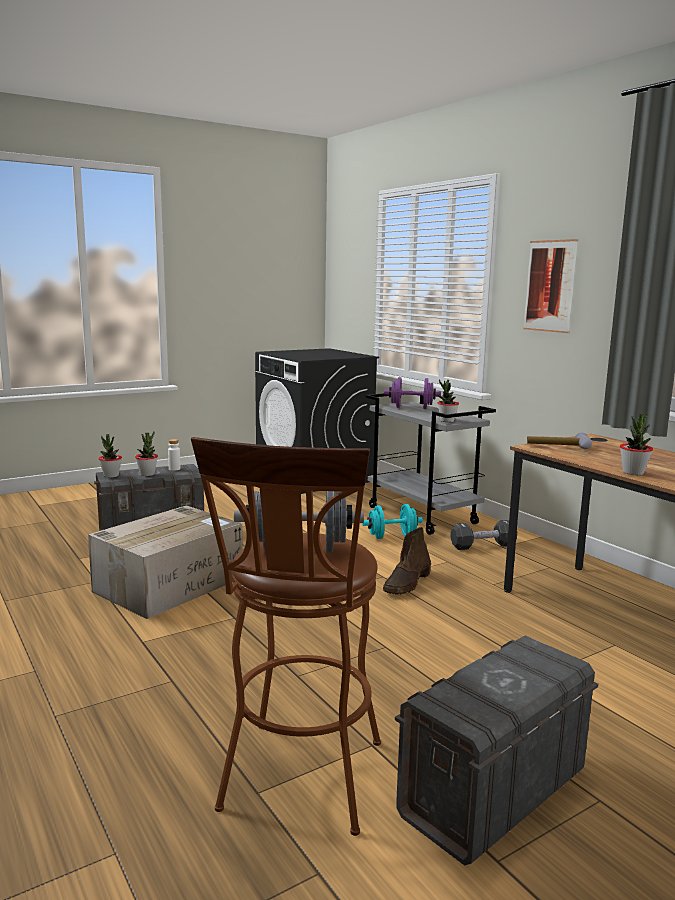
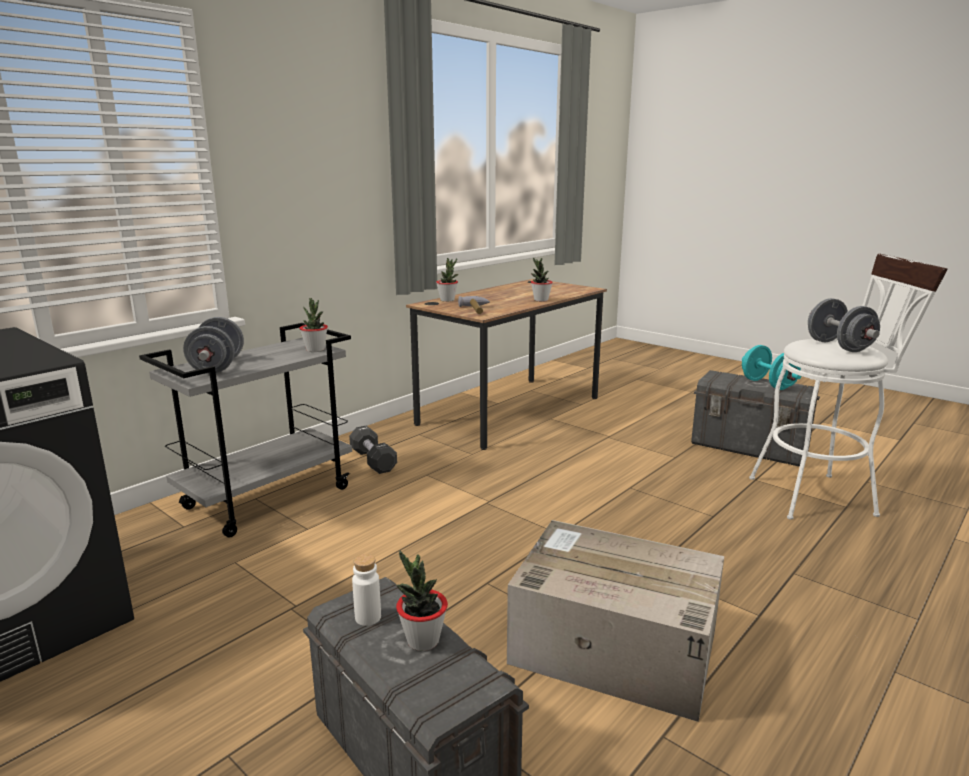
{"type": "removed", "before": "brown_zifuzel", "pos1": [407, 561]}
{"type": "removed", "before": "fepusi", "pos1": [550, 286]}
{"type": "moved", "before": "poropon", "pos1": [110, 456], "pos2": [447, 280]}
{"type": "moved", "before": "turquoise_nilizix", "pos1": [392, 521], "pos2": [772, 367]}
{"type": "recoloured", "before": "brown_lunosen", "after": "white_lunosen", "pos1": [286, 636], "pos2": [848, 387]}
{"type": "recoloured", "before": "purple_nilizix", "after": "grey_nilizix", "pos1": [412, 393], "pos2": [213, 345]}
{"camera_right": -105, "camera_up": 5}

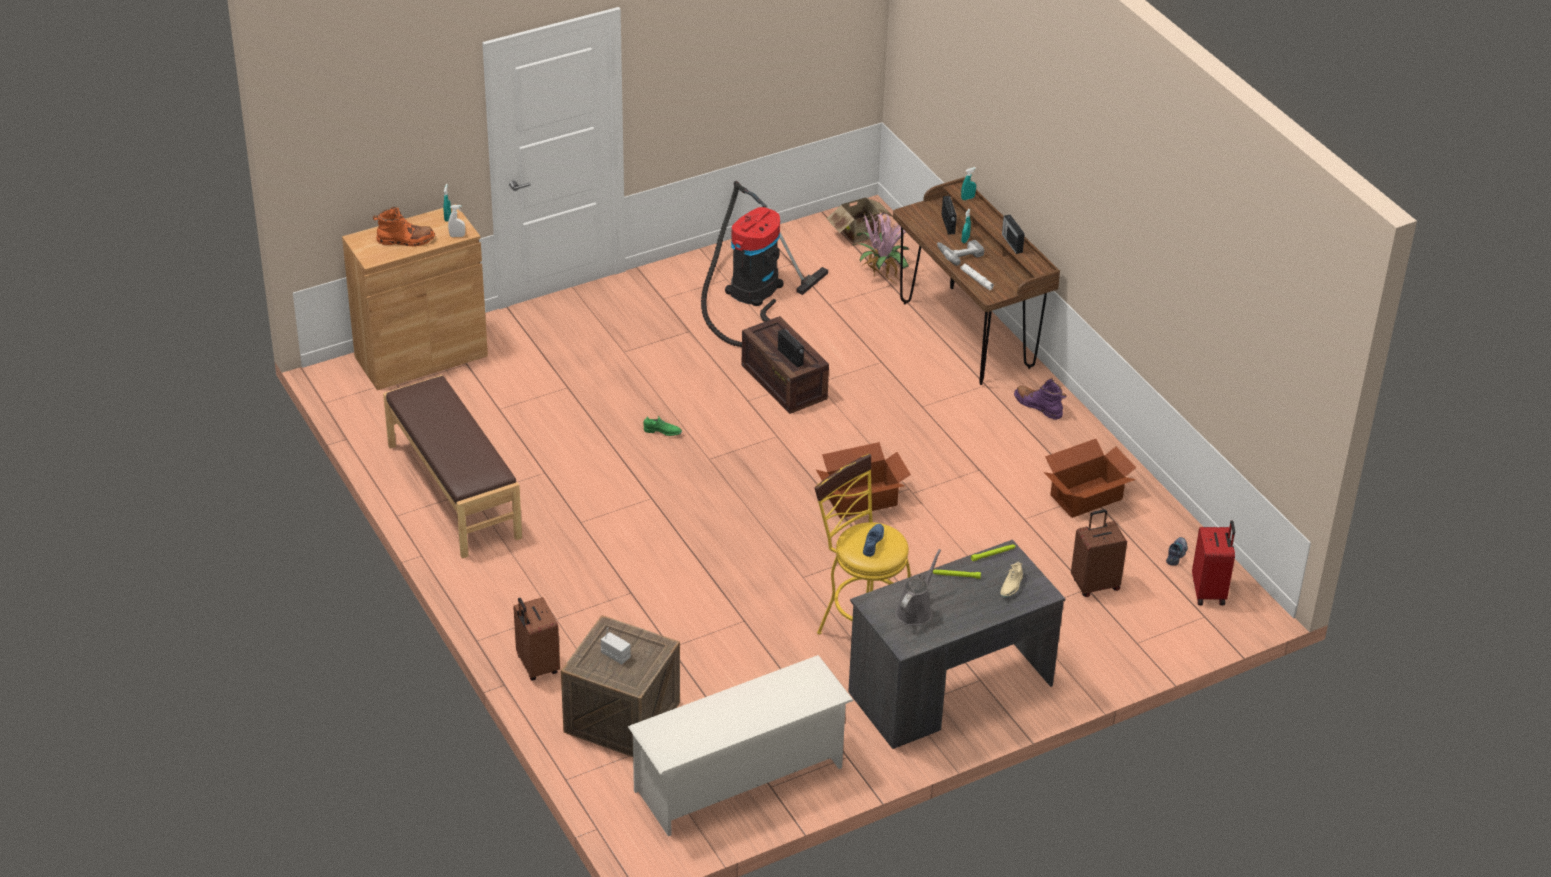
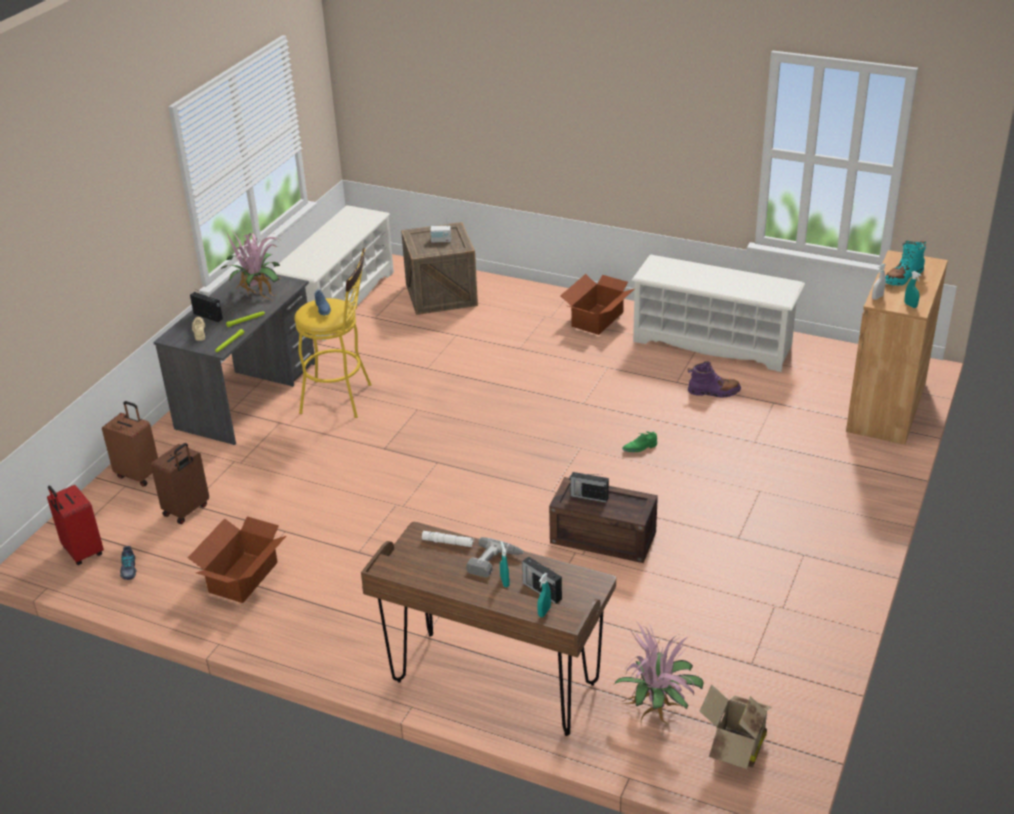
{"type": "removed", "before": "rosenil", "pos1": [764, 264]}
{"type": "moved", "before": "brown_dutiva", "pos1": [536, 638], "pos2": [130, 444]}
{"type": "moved", "before": "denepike", "pos1": [863, 480], "pos2": [597, 304]}
{"type": "moved", "before": "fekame", "pos1": [1013, 234], "pos2": [206, 306]}
{"type": "moved", "before": "purple_zifuzel", "pos1": [1040, 398], "pos2": [714, 379]}
{"type": "replaced", "before": "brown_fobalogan", "after": "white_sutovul", "pos1": [452, 467], "pos2": [718, 313]}
{"type": "replaced", "before": "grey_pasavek", "after": "poropon", "pos1": [918, 587], "pos2": [250, 266]}
{"type": "recoloured", "before": "orange_zifuzel", "after": "turquoise_zifuzel", "pos1": [404, 227], "pos2": [905, 263]}
{"camera_right": 145, "camera_up": -5}

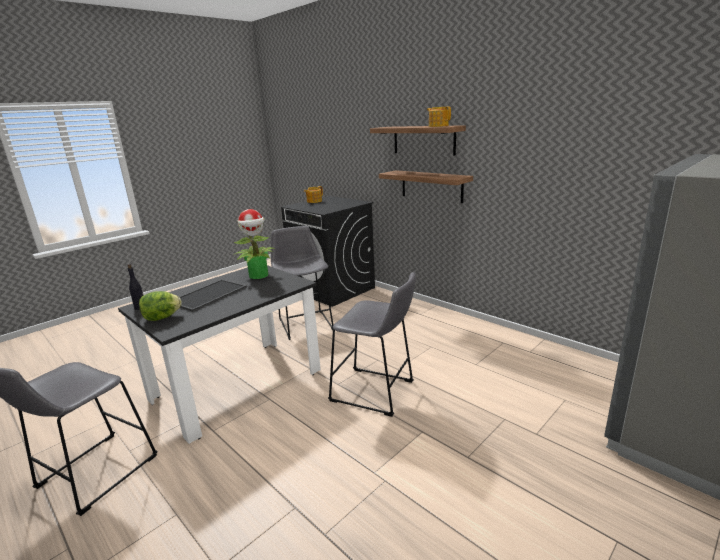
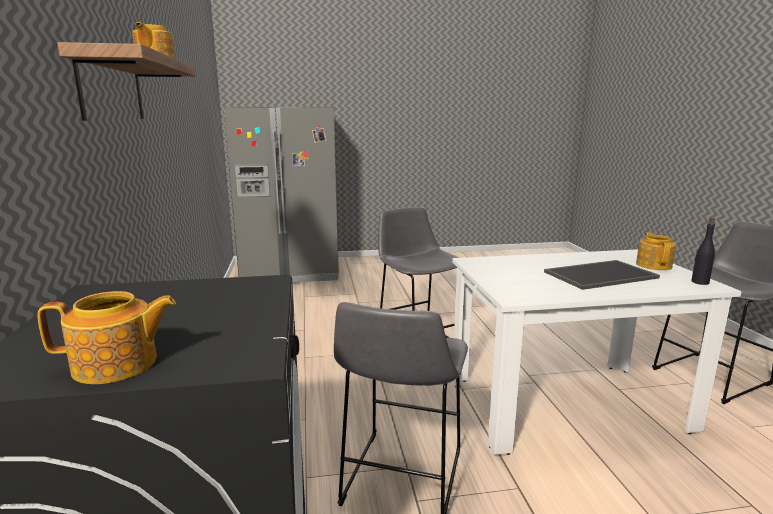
{"type": "removed", "before": "poropon", "pos1": [254, 244]}
{"type": "removed", "before": "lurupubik", "pos1": [426, 186]}
{"type": "replaced", "before": "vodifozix", "after": "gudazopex", "pos1": [160, 306], "pos2": [656, 251]}
{"type": "recoloured", "before": "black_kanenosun", "after": "white_kanenosun", "pos1": [219, 354], "pos2": [597, 352]}
{"camera_right": -145, "camera_up": -5}

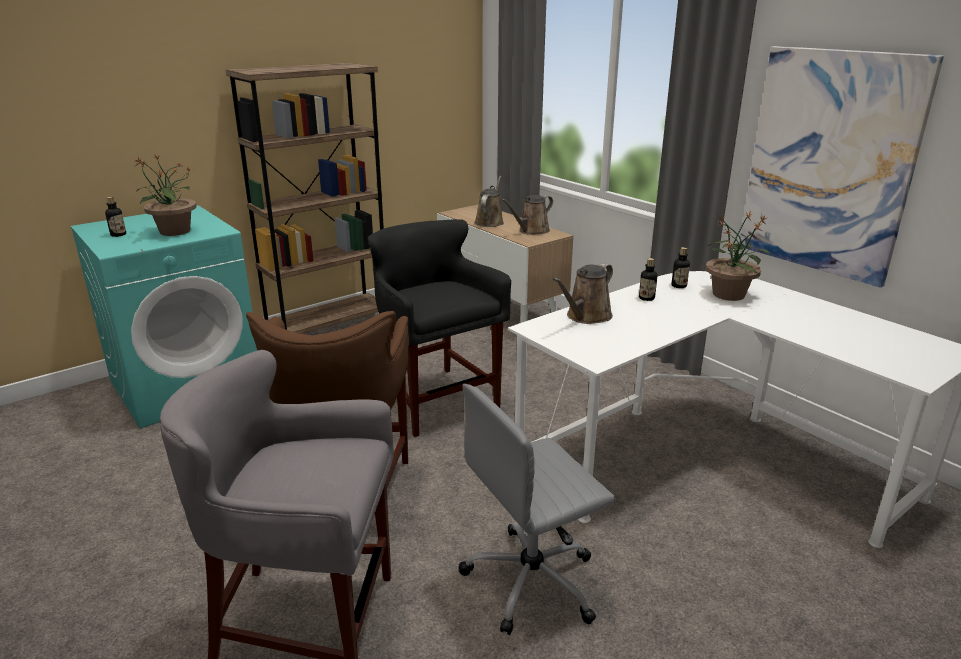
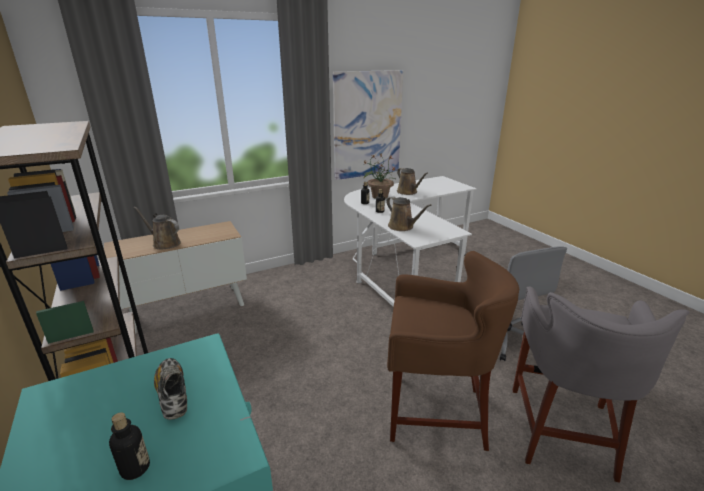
{"type": "removed", "before": "black_lunosen", "pos1": [439, 328]}
{"type": "moved", "before": "brown_pasavek", "pos1": [527, 215], "pos2": [412, 181]}
{"type": "replaced", "before": "poropon", "after": "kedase", "pos1": [166, 195], "pos2": [170, 389]}
{"camera_right": -80, "camera_up": 0}

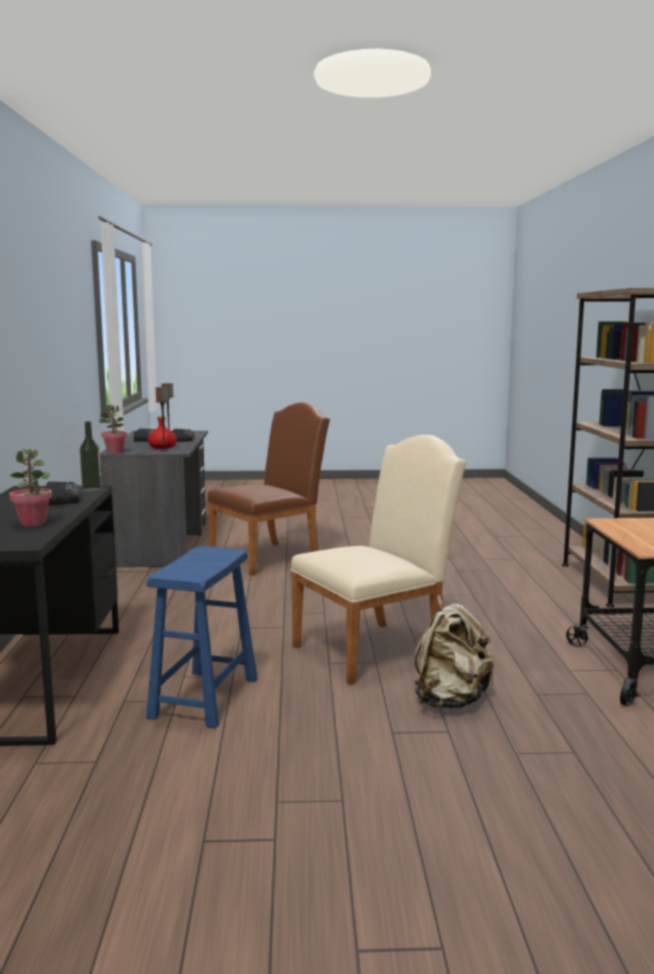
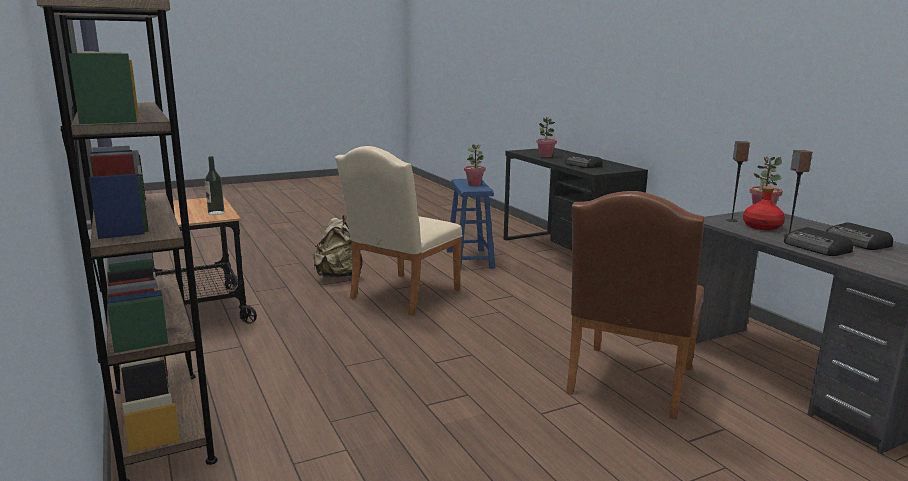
{"type": "added", "after": "poropon", "pos2": [474, 165]}
{"type": "moved", "before": "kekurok", "pos1": [91, 456], "pos2": [214, 185]}
{"camera_right": 155, "camera_up": 5}

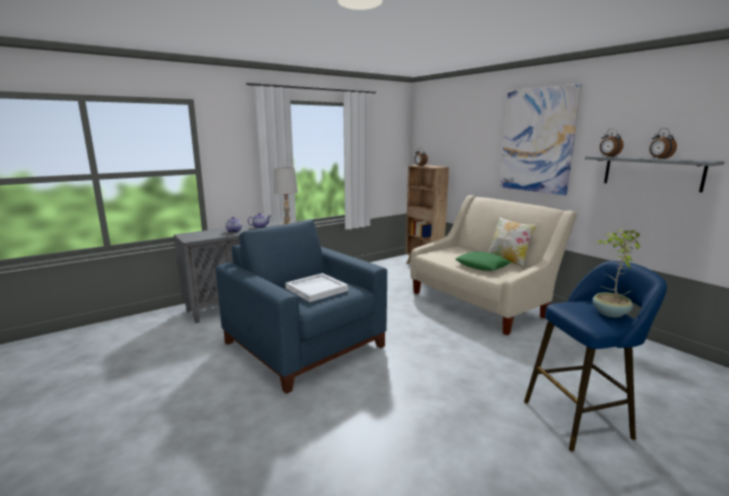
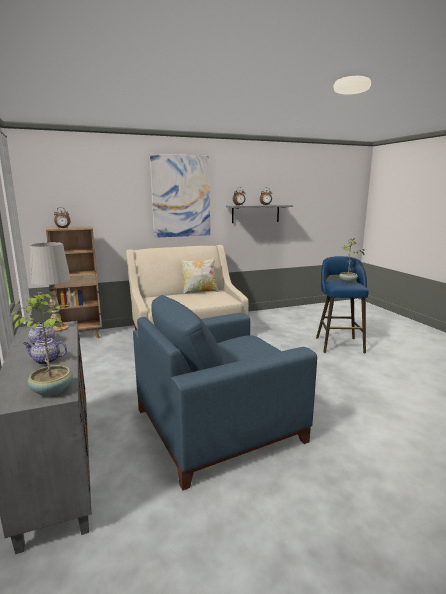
{"type": "removed", "before": "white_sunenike", "pos1": [316, 287]}
{"type": "removed", "before": "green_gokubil", "pos1": [483, 261]}
{"type": "added", "after": "poropon", "pos2": [41, 344]}
{"camera_right": -75, "camera_up": 0}

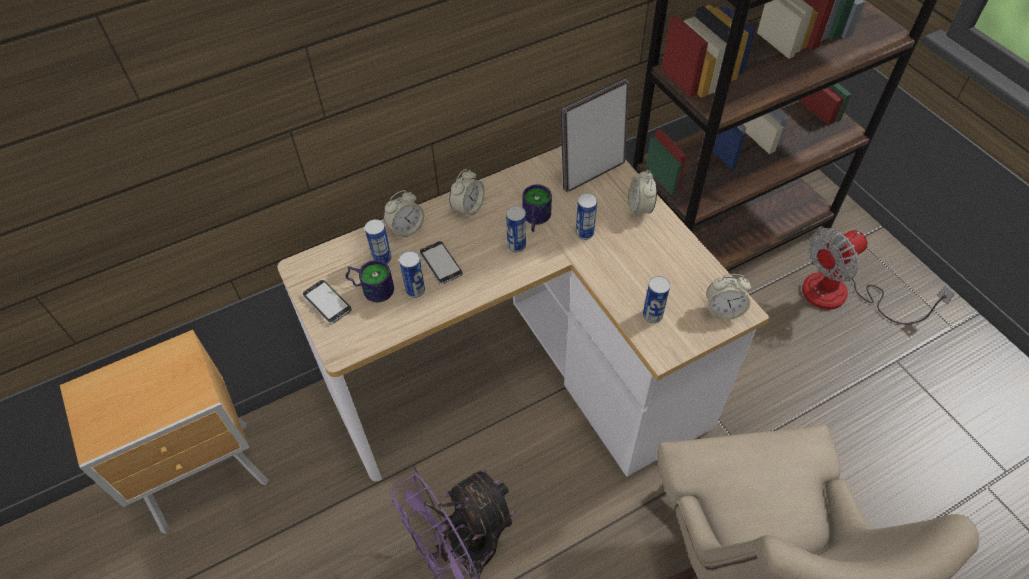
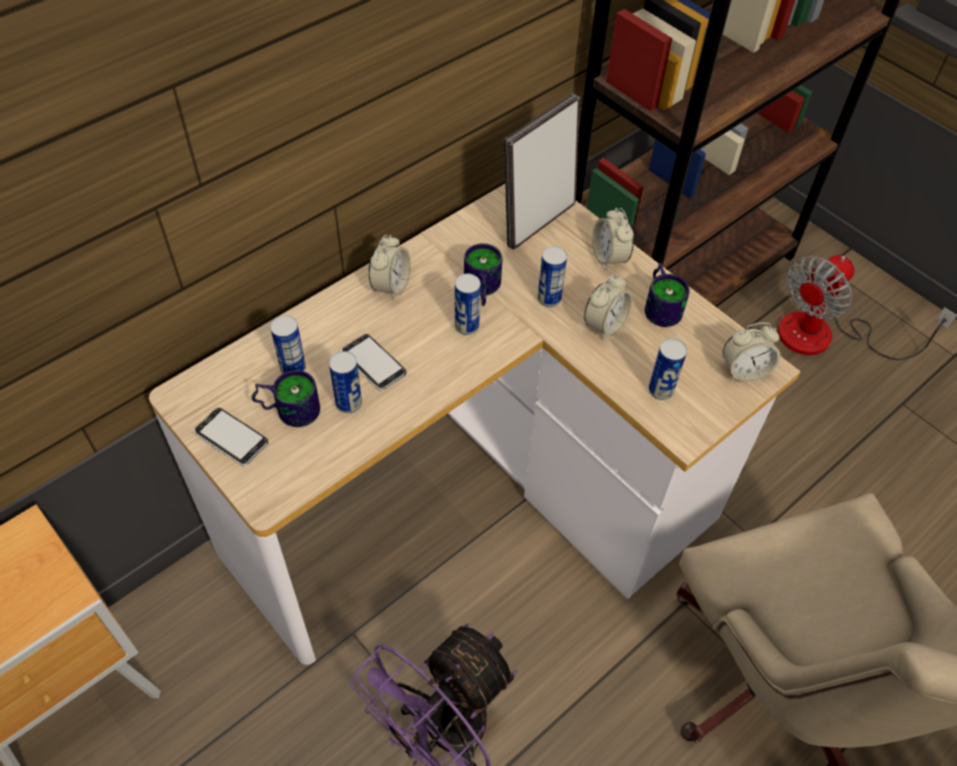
{"type": "added", "after": "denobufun", "pos2": [667, 295]}
{"type": "moved", "before": "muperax", "pos1": [404, 214], "pos2": [608, 307]}
{"camera_right": -15, "camera_up": 0}

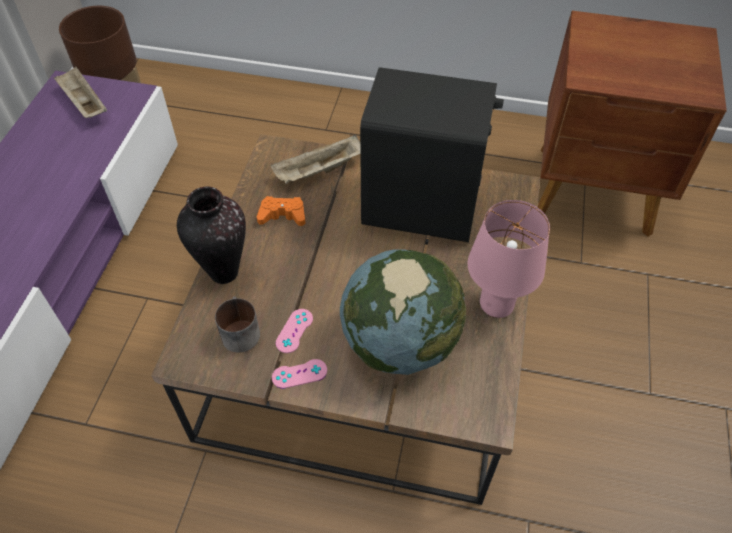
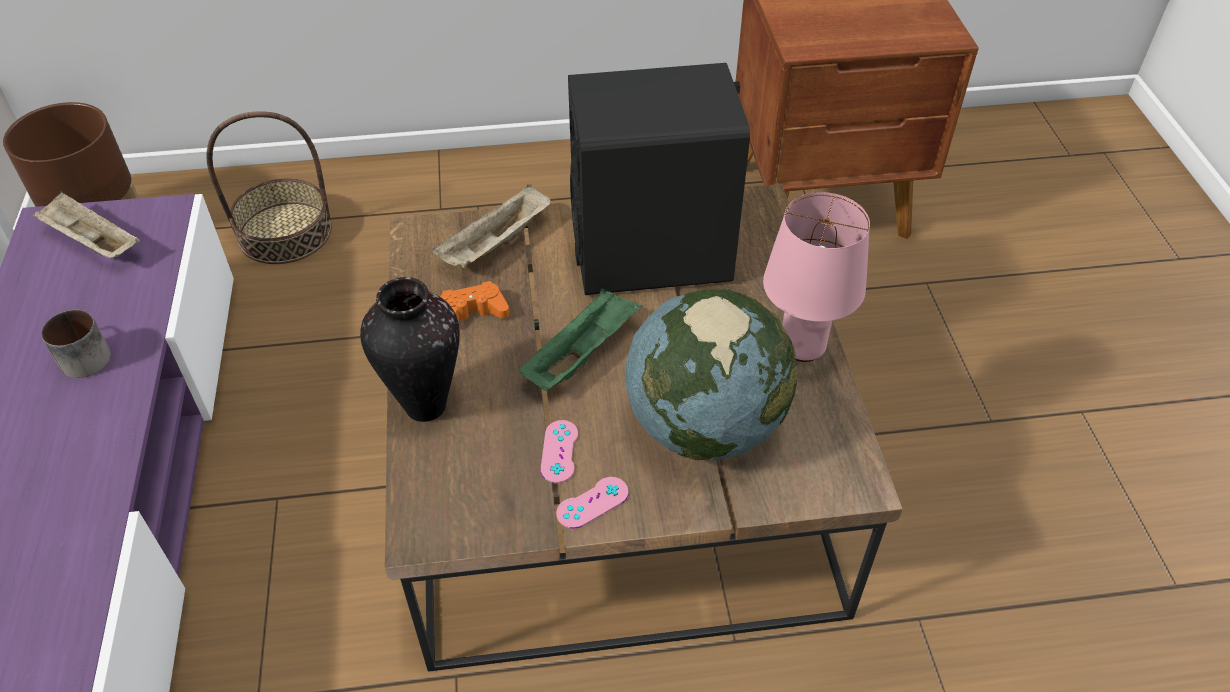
{"type": "added", "after": "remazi", "pos2": [269, 187]}
{"type": "added", "after": "green_sunenike", "pos2": [581, 339]}
{"type": "moved", "before": "denobufun", "pos1": [237, 324], "pos2": [76, 344]}
{"camera_right": -20, "camera_up": -5}

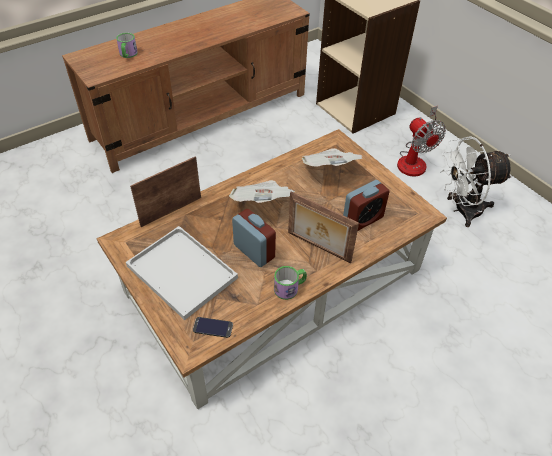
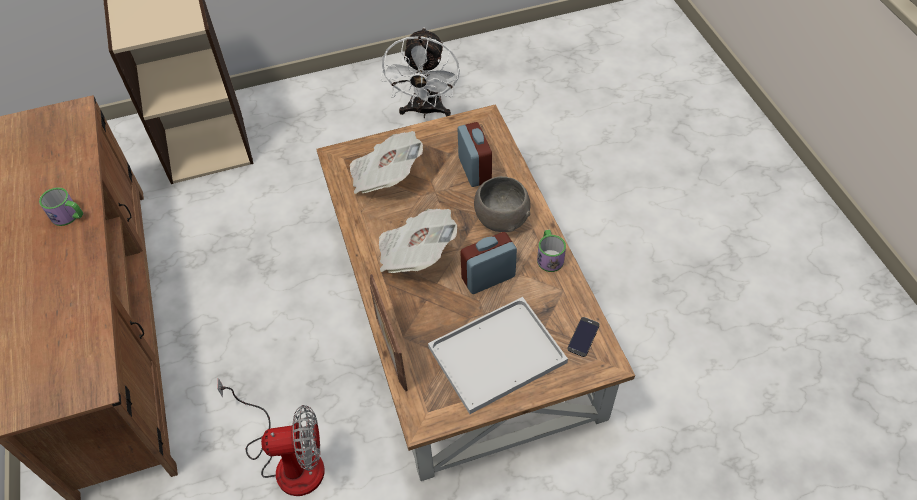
{"type": "moved", "before": "denobufun", "pos1": [127, 45], "pos2": [61, 206]}
{"type": "moved", "before": "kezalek", "pos1": [421, 141], "pos2": [271, 437]}
{"type": "replaced", "before": "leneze", "after": "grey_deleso", "pos1": [323, 227], "pos2": [502, 204]}
{"camera_right": -70, "camera_up": 5}

